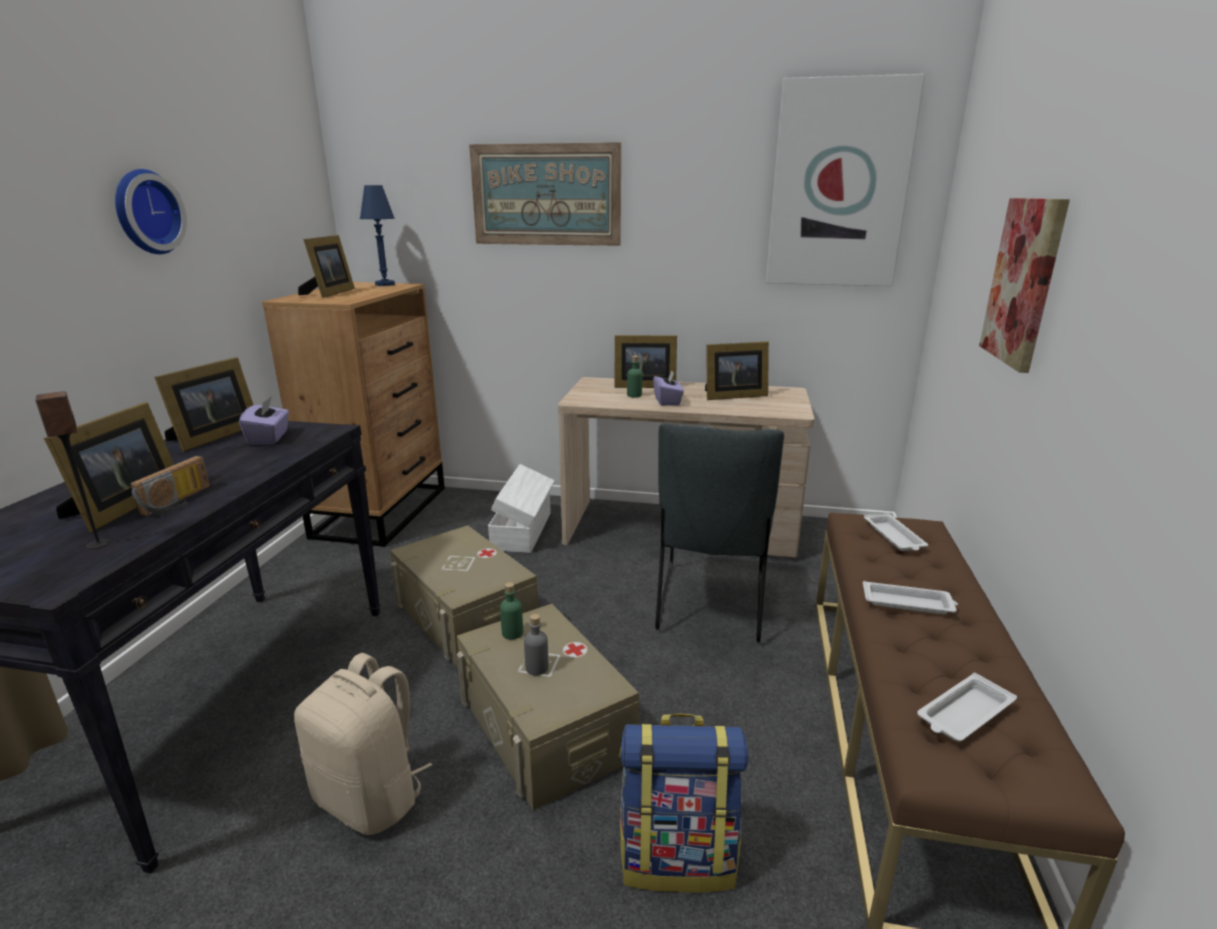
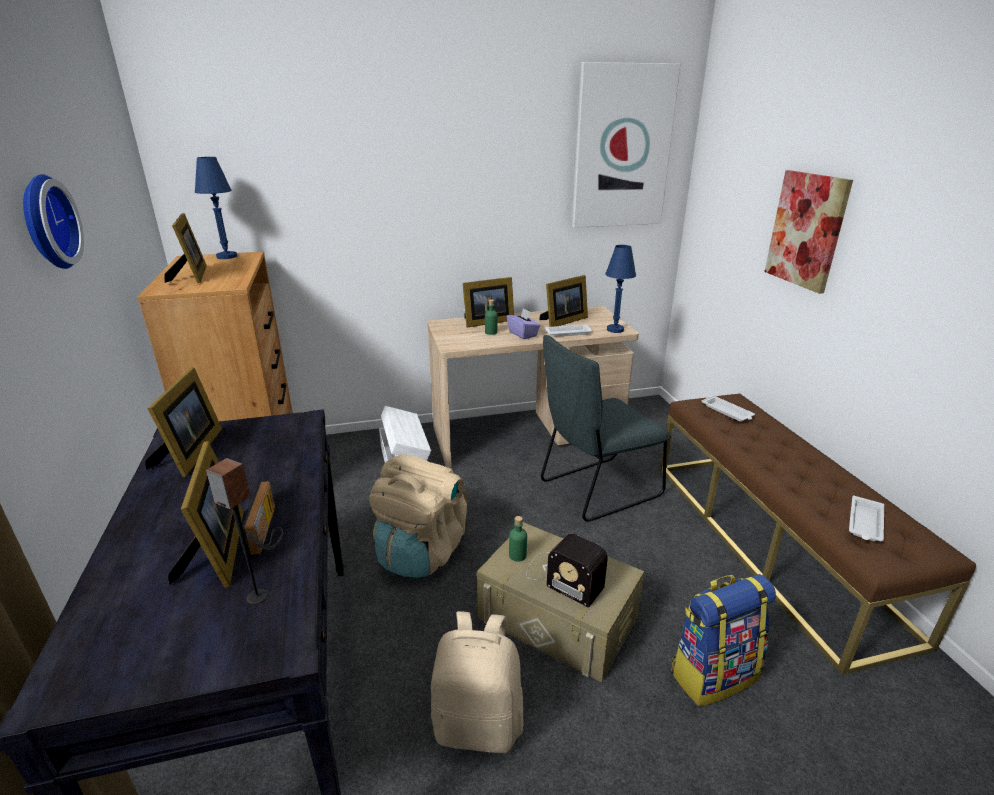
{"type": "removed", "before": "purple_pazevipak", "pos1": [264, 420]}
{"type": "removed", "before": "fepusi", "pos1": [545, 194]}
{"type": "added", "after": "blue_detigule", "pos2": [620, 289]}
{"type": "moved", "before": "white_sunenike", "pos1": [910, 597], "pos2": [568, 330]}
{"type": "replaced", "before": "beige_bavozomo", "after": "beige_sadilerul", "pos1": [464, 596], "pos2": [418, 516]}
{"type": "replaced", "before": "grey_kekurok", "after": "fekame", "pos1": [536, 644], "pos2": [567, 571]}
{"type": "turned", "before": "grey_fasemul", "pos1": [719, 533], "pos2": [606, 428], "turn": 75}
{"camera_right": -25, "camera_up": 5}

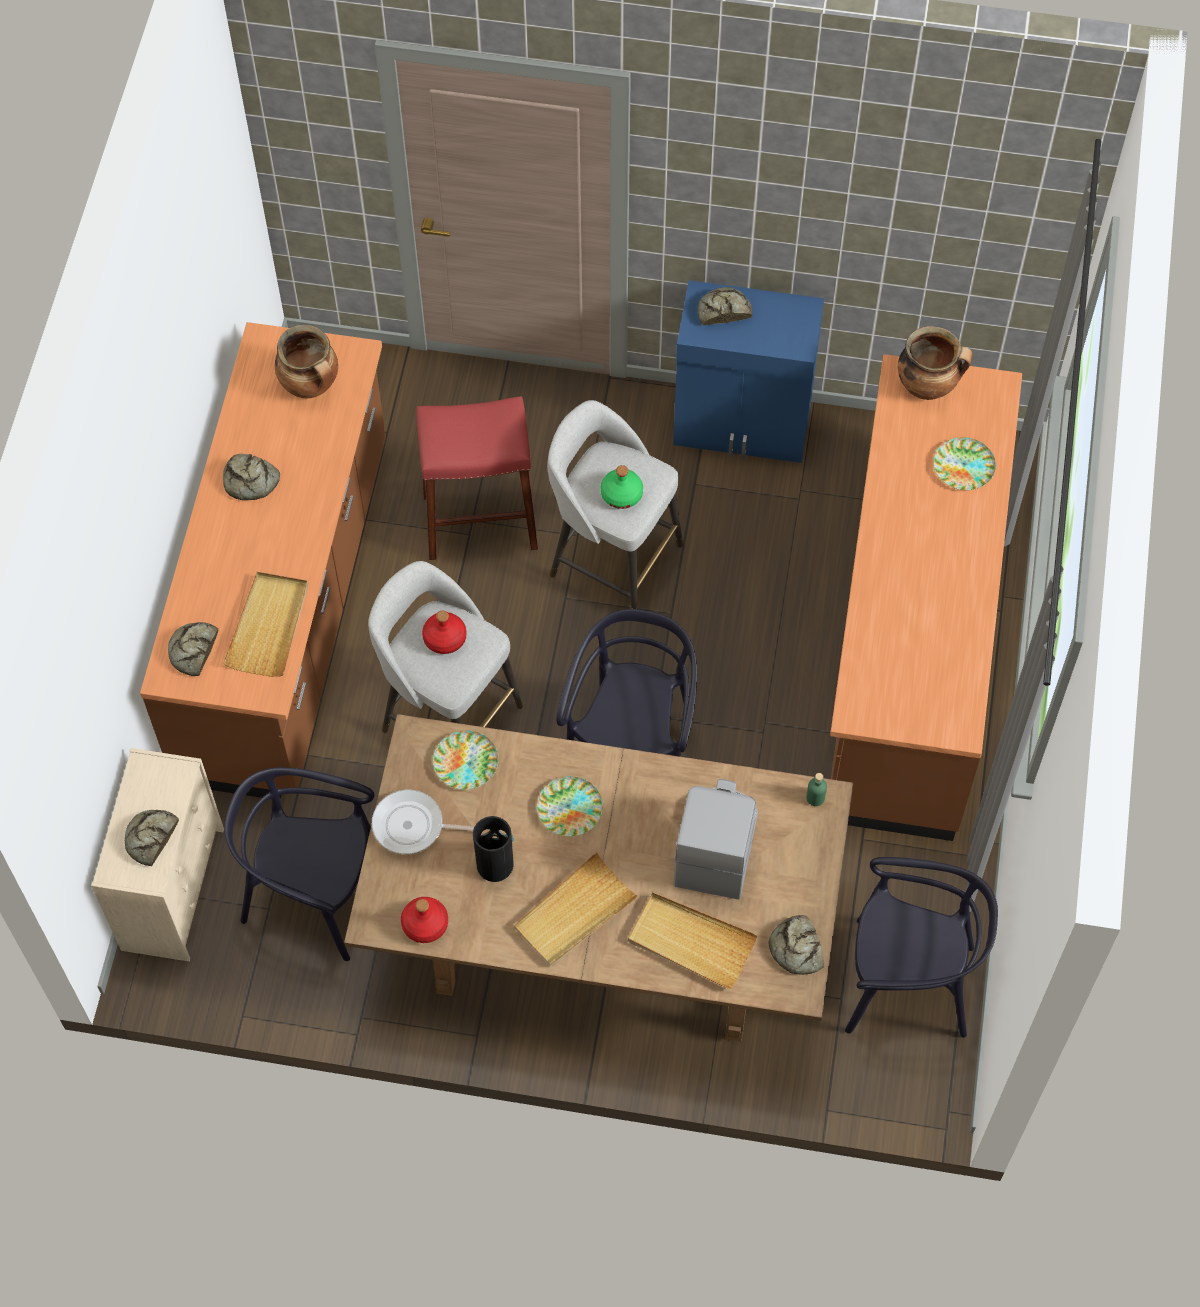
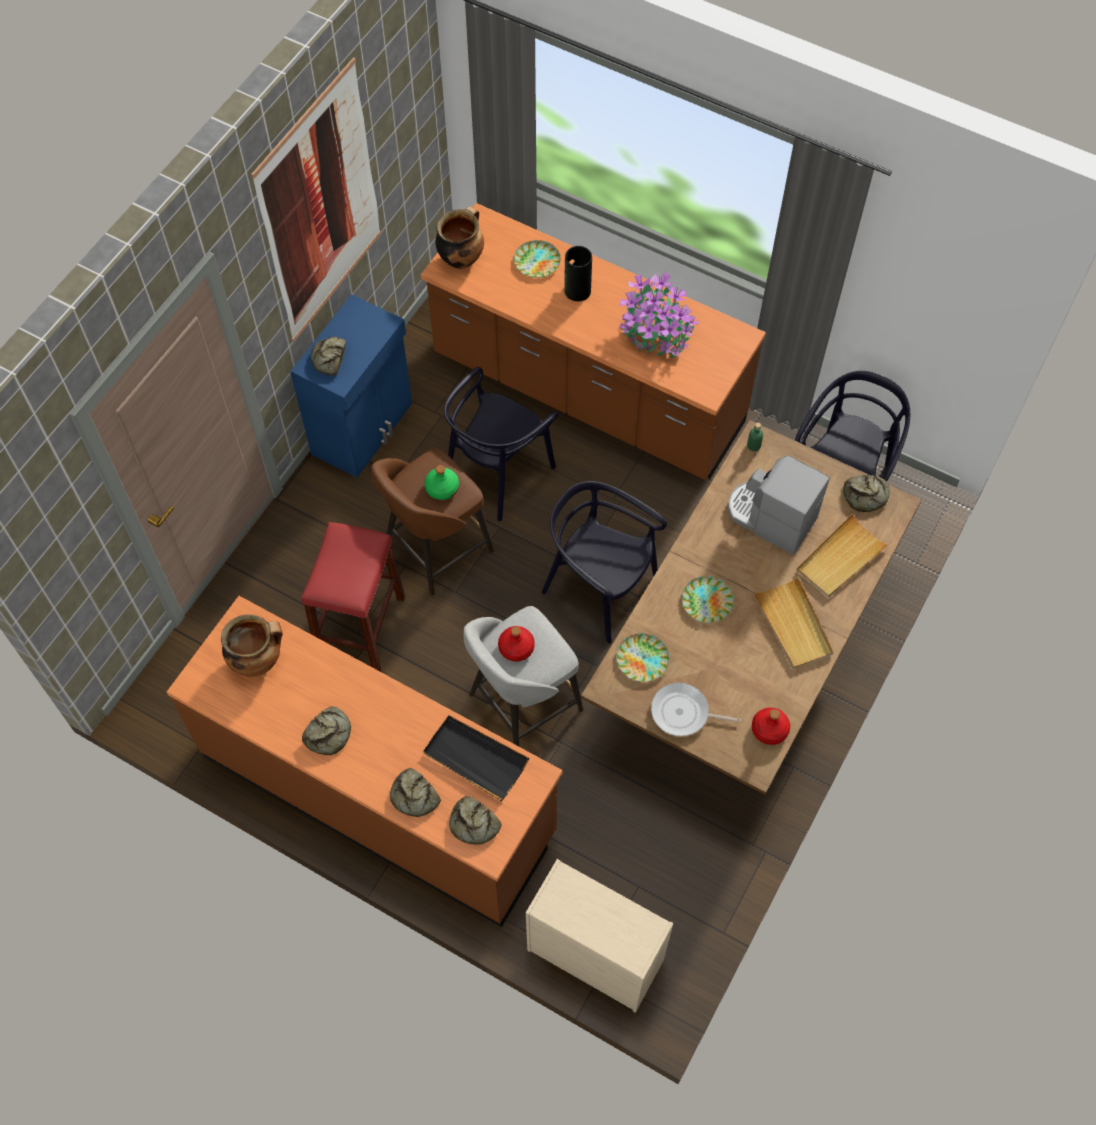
{"type": "added", "after": "fepusi", "pos2": [316, 199]}
{"type": "added", "after": "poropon", "pos2": [659, 315]}
{"type": "moved", "before": "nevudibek", "pos1": [152, 838], "pos2": [415, 792]}
{"type": "moved", "before": "black_fasemul", "pos1": [300, 864], "pos2": [501, 444]}
{"type": "moved", "before": "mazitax", "pos1": [493, 849], "pos2": [578, 273]}
{"type": "recoloured", "before": "beige_sunenike", "after": "black_sunenike", "pos1": [265, 624], "pos2": [476, 758]}
{"type": "recoloured", "before": "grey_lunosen", "after": "brown_lunosen", "pos1": [615, 504], "pos2": [432, 522]}
{"type": "turned", "before": "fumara", "pos1": [423, 822], "pos2": [696, 709], "turn": 75}
{"camera_right": -70, "camera_up": 0}

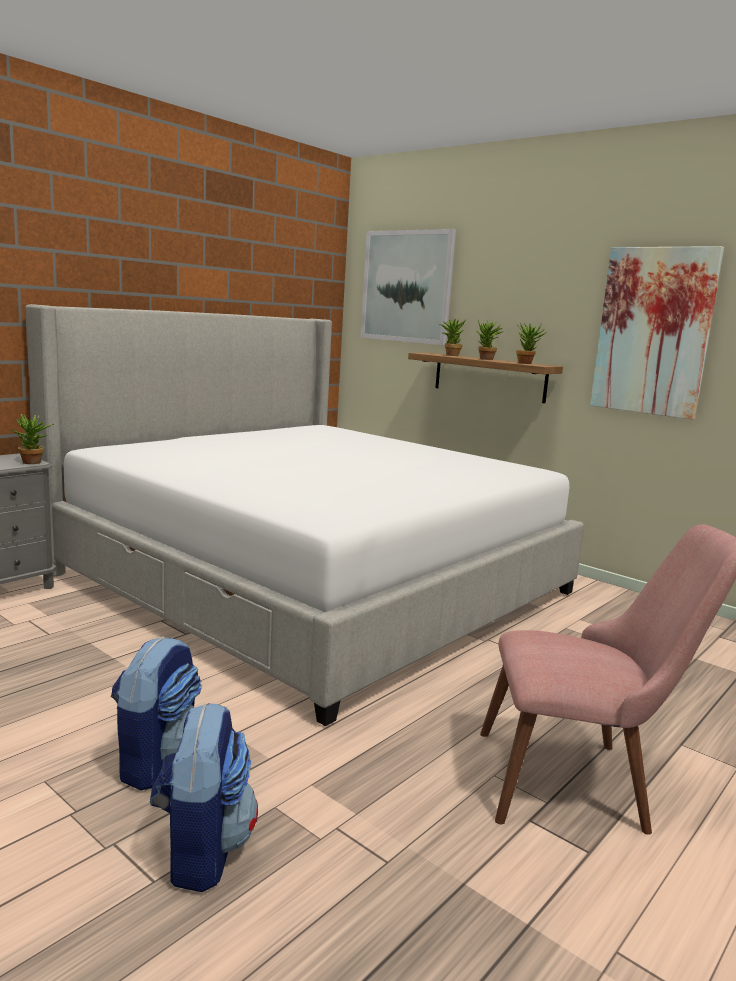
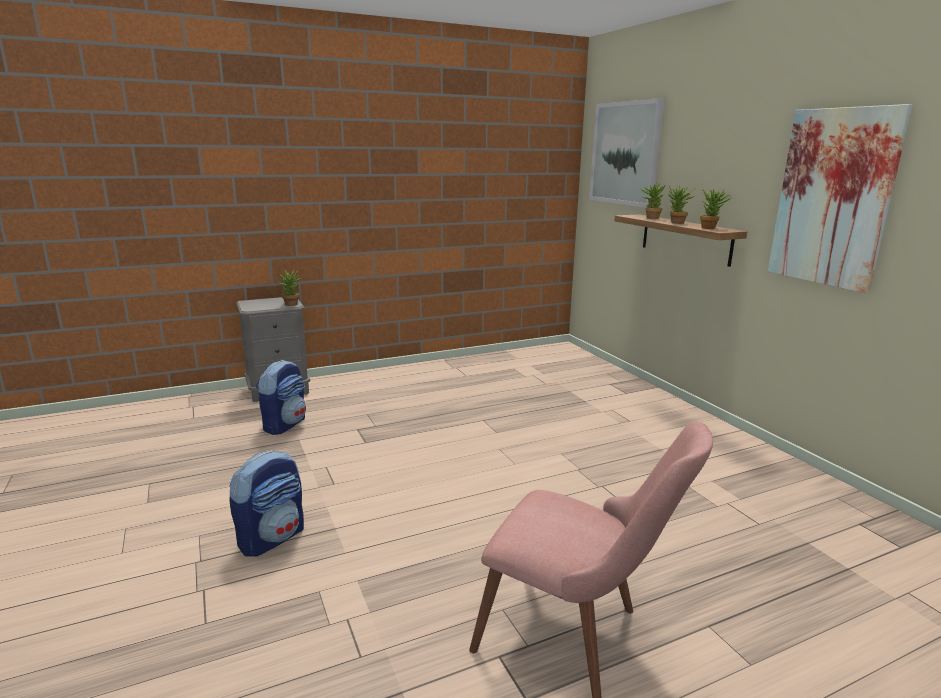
{"type": "removed", "before": "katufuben", "pos1": [304, 515]}
{"type": "moved", "before": "sadilerul", "pos1": [204, 797], "pos2": [281, 397]}
{"camera_right": 25, "camera_up": 5}

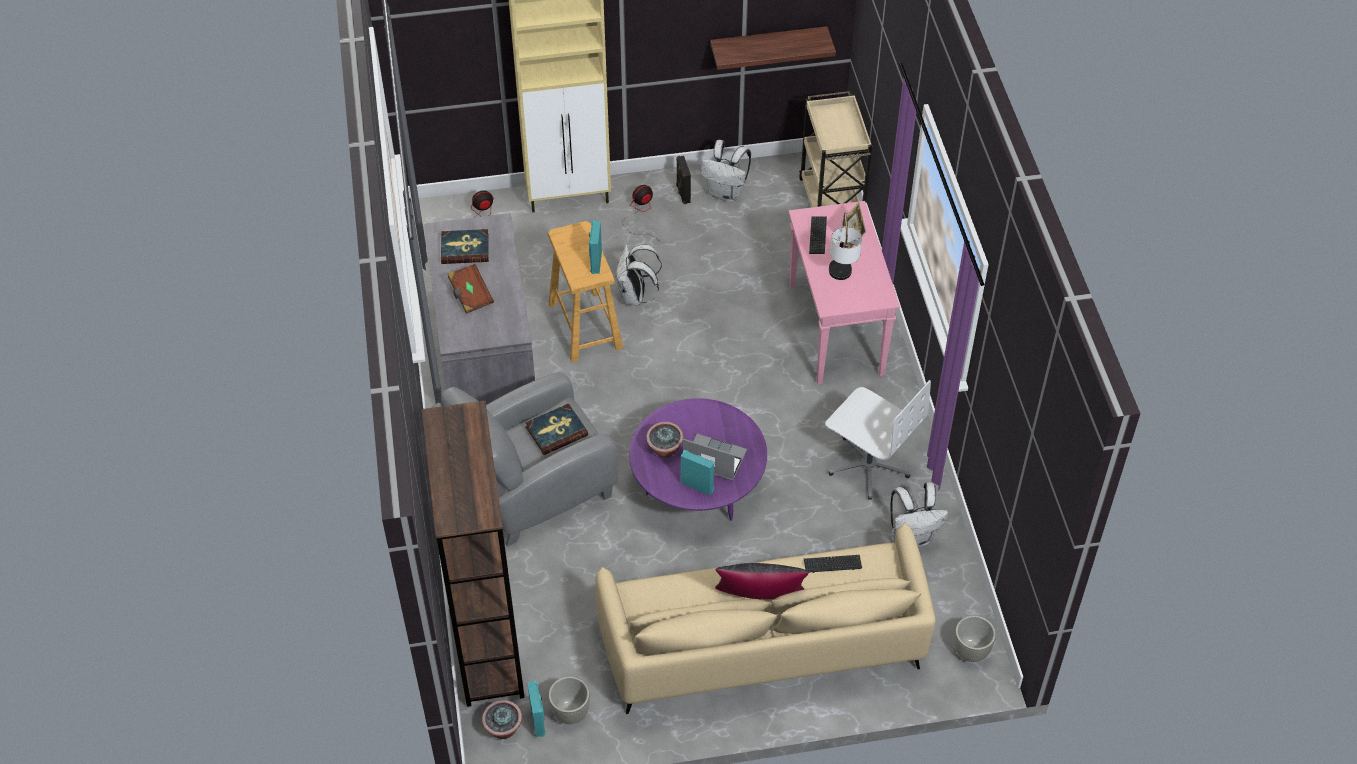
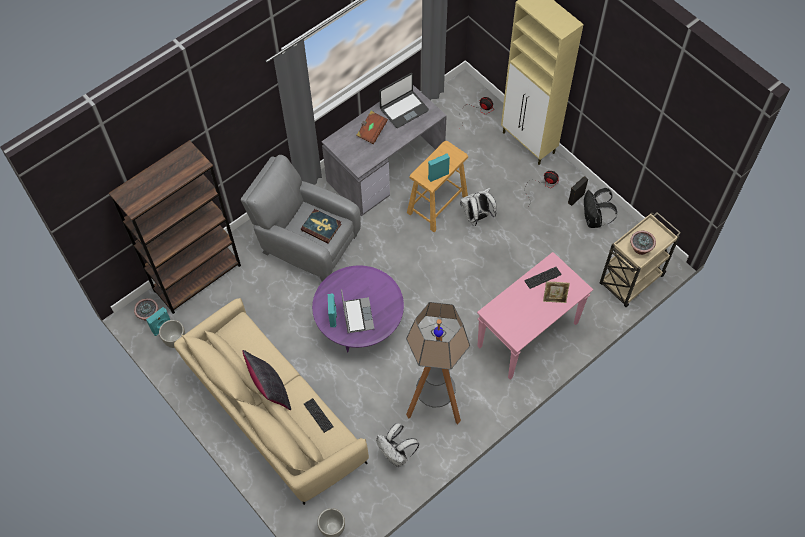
{"type": "removed", "before": "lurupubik", "pos1": [773, 48]}
{"type": "removed", "before": "detigule", "pos1": [845, 246]}
{"type": "moved", "before": "poropon", "pos1": [665, 440], "pos2": [643, 243]}
{"type": "replaced", "before": "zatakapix", "after": "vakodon", "pos1": [465, 246], "pos2": [404, 100]}
{"type": "replaced", "before": "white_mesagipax", "after": "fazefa", "pos1": [878, 440], "pos2": [438, 363]}
{"type": "recoloured", "before": "white_sadilerul", "after": "black_sadilerul", "pos1": [726, 171], "pos2": [600, 208]}
{"camera_right": 60, "camera_up": 10}

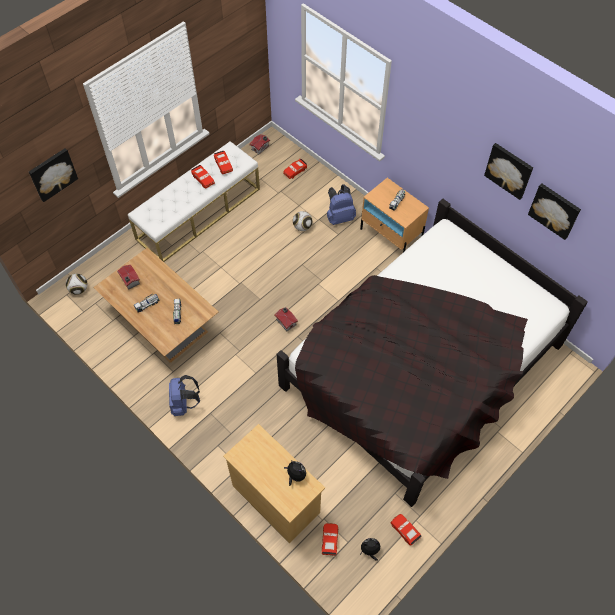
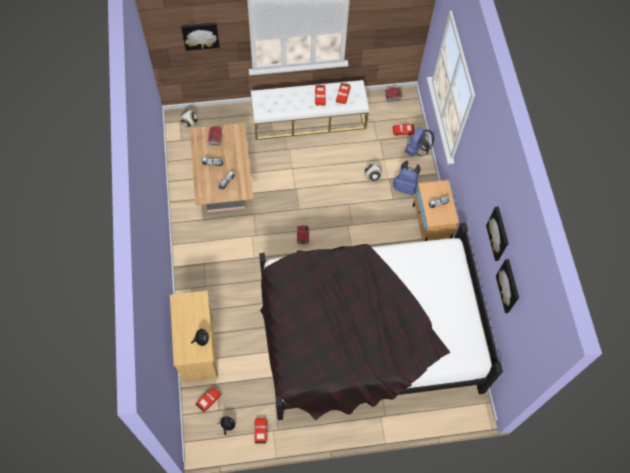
{"type": "moved", "before": "blue_sadilerul", "pos1": [184, 395], "pos2": [419, 141]}
{"camera_right": 35, "camera_up": 5}

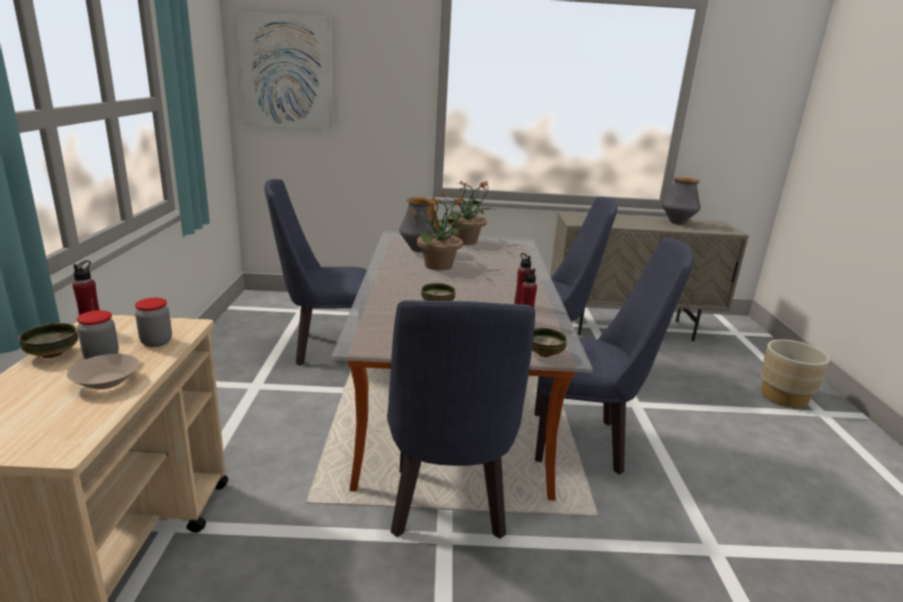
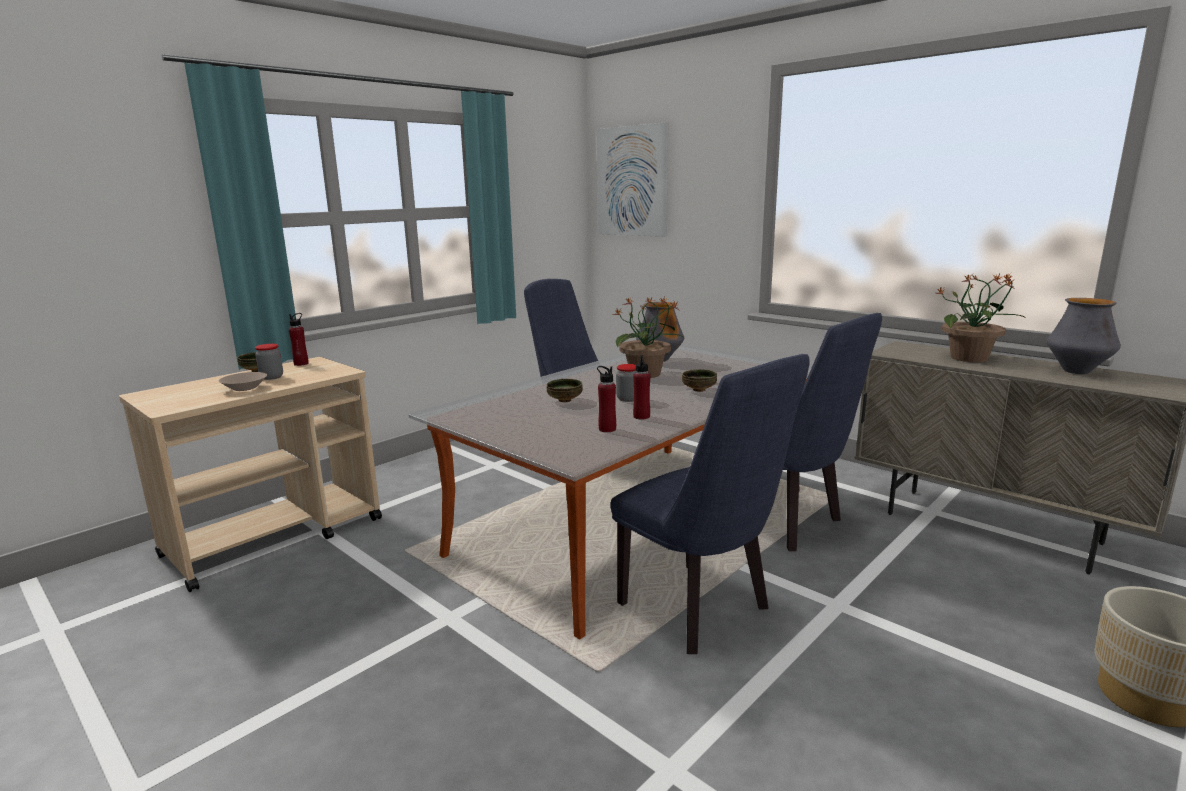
{"type": "removed", "before": "blue_fasemul", "pos1": [461, 419]}
{"type": "moved", "before": "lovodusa", "pos1": [153, 322], "pos2": [626, 383]}
{"type": "moved", "before": "poropon", "pos1": [468, 212], "pos2": [981, 317]}
{"type": "moved", "before": "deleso", "pos1": [549, 342], "pos2": [699, 380]}
{"camera_right": 45, "camera_up": -5}

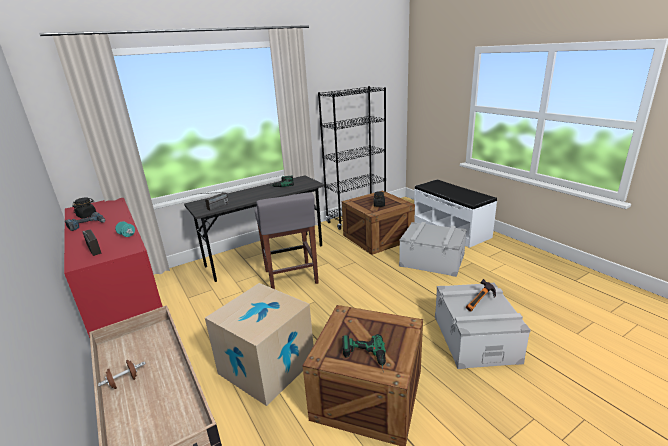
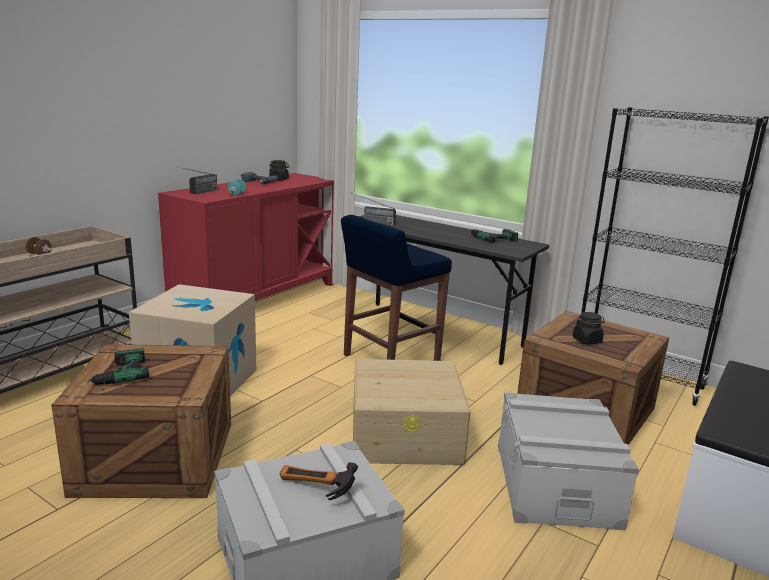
{"type": "added", "after": "beige_bavozomo", "pos2": [412, 412]}
{"type": "recoloured", "before": "grey_lunosen", "after": "blue_lunosen", "pos1": [287, 240], "pos2": [396, 288]}
{"camera_right": 65, "camera_up": -5}

